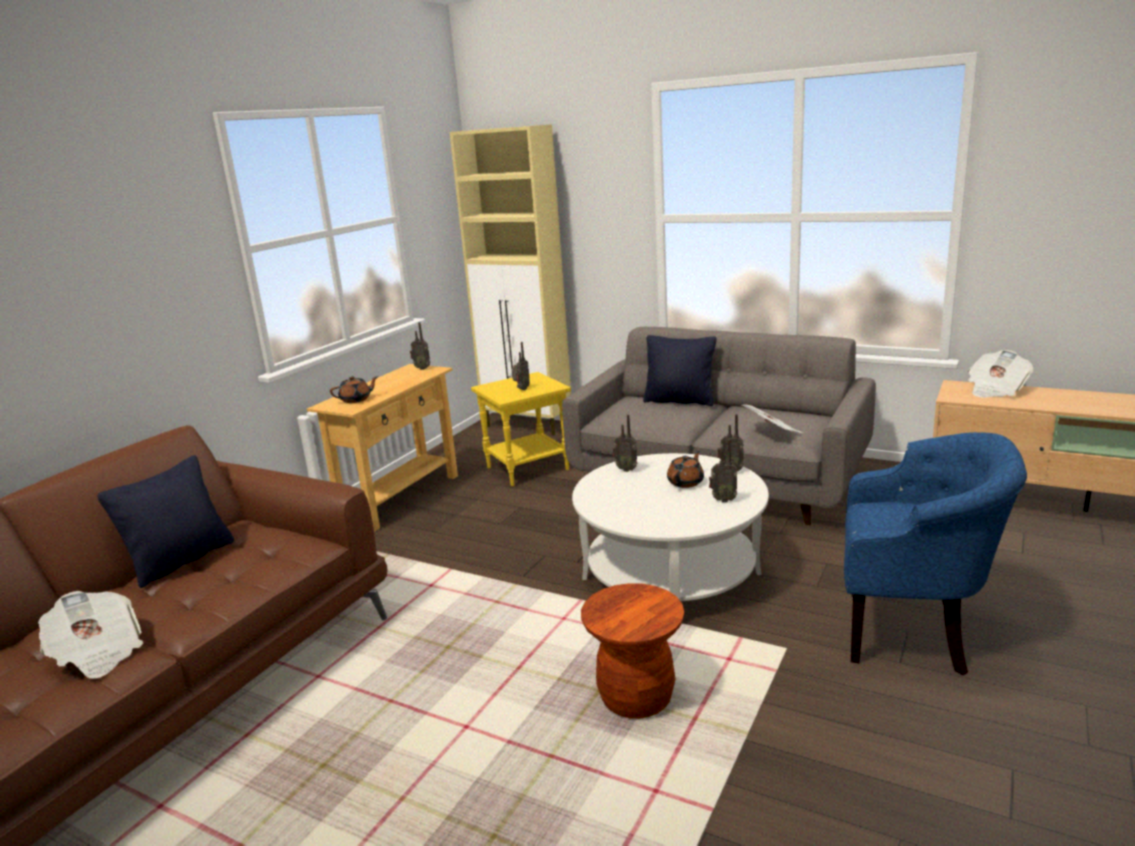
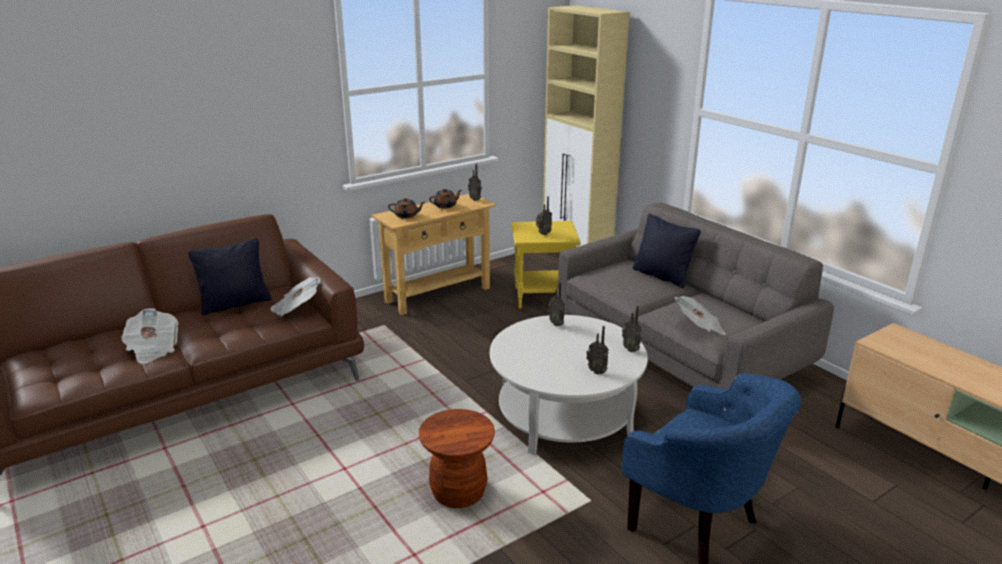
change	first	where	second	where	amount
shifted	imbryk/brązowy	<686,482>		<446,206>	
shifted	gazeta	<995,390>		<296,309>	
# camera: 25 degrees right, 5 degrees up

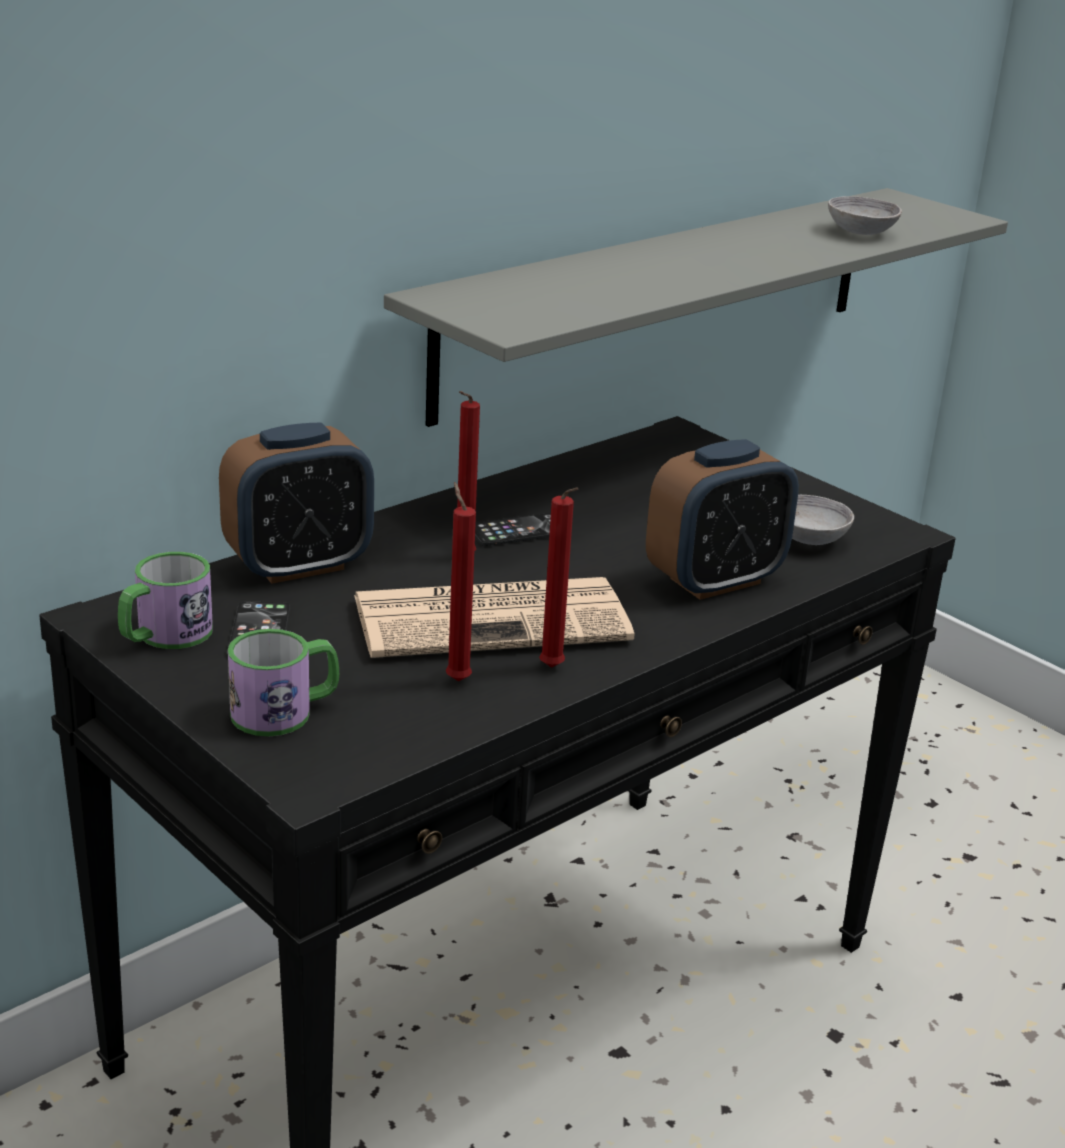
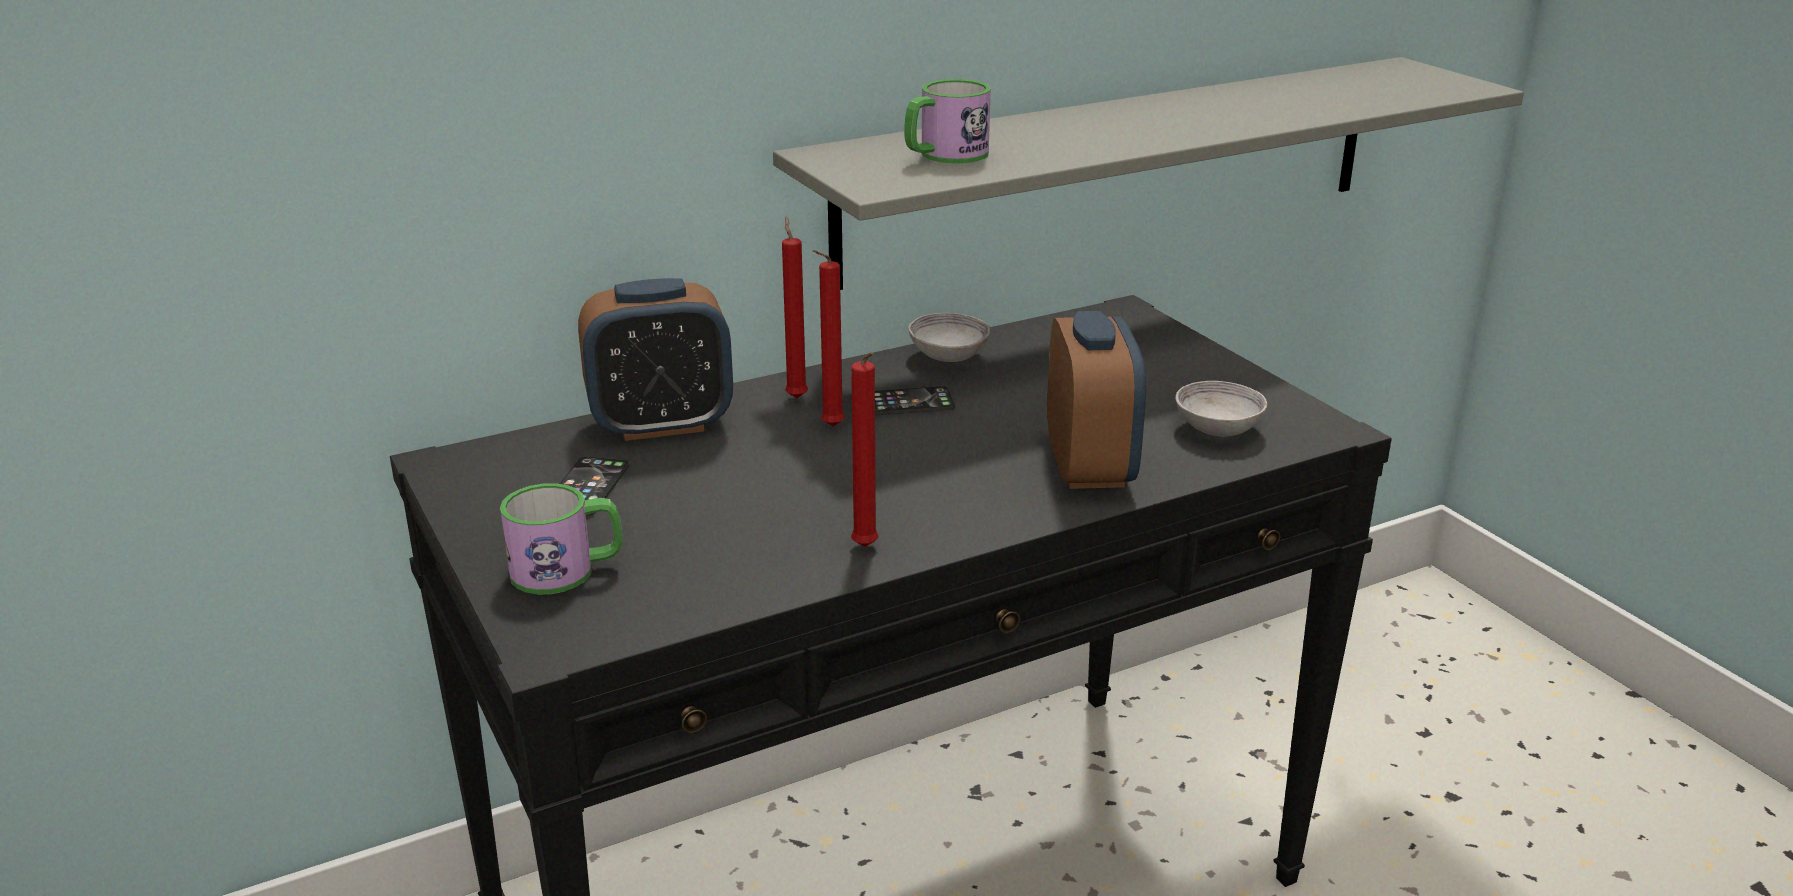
change	first	where	second	where	amount
shifted	kubek	<164,636>		<944,156>	
gone	gazeta	<494,618>			
shifted	świeca/czerwony	<456,679>		<796,396>	
rotated	budzik	<715,581>		<1090,468>	75 degrees counterclockwise
shifted	miska/szary	<861,232>		<949,356>	
# camera: 15 degrees right, 0 degrees up

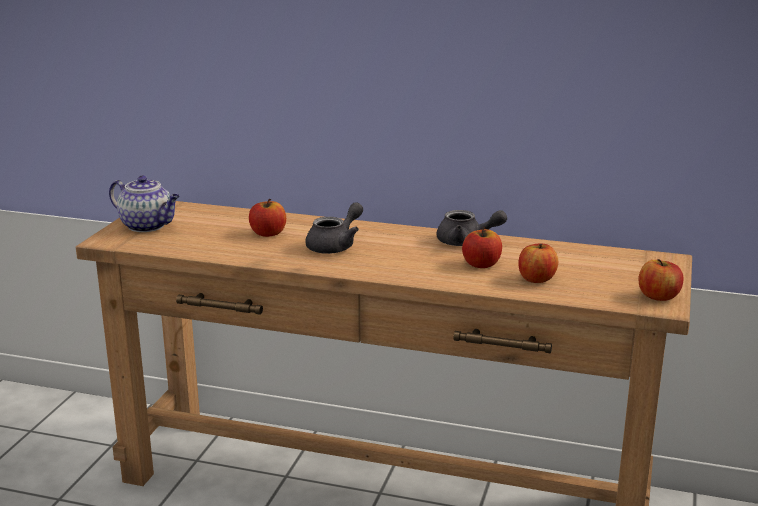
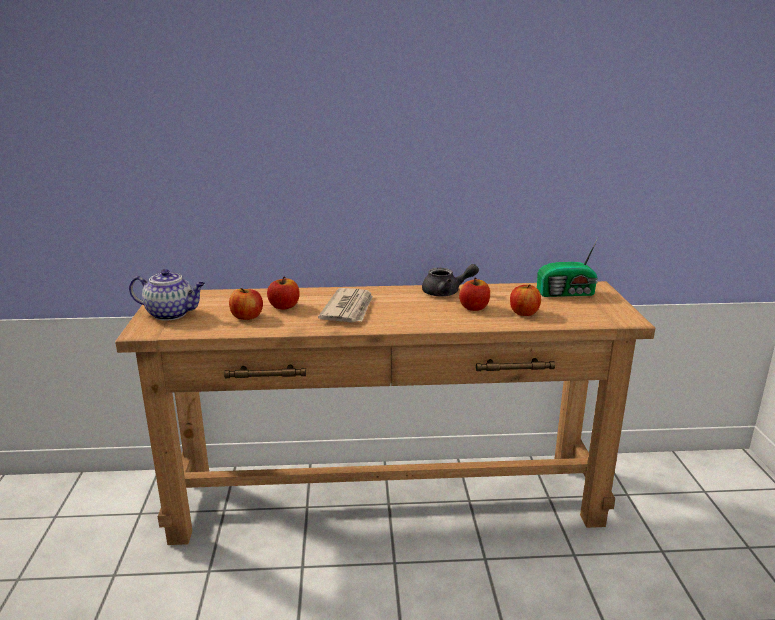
change	first	where	second	where	amount
swapped	imbryk/szary	<335,246>	gazeta	<349,309>	
shifted	jabłko	<658,296>		<247,317>	
new			radio	<567,293>	
# camera: 20 degrees left, 0 degrees up

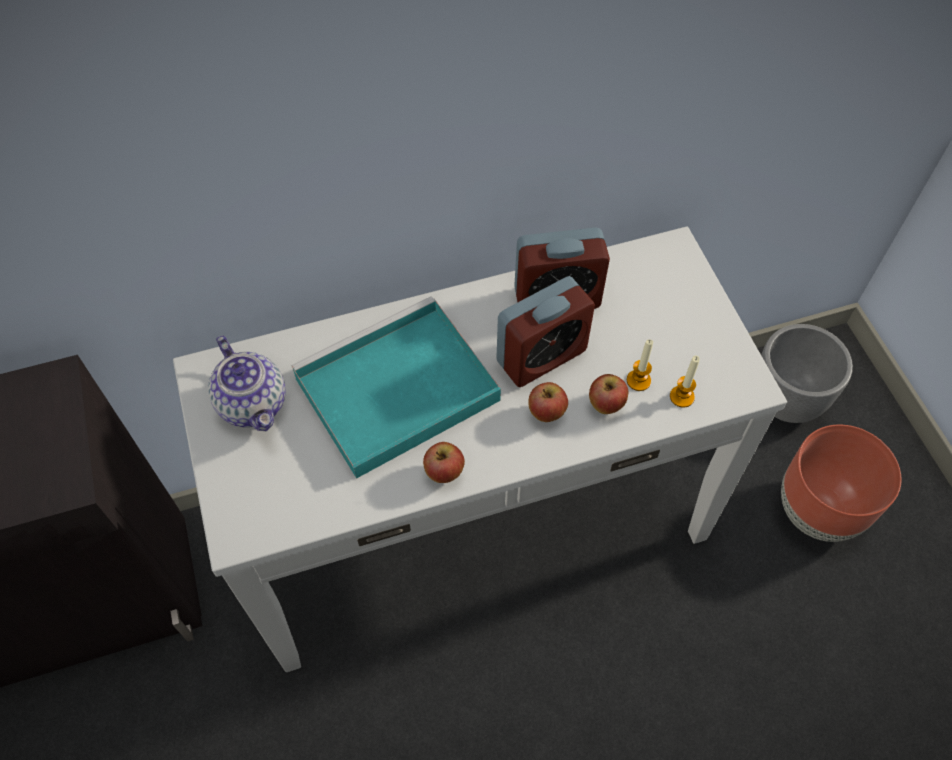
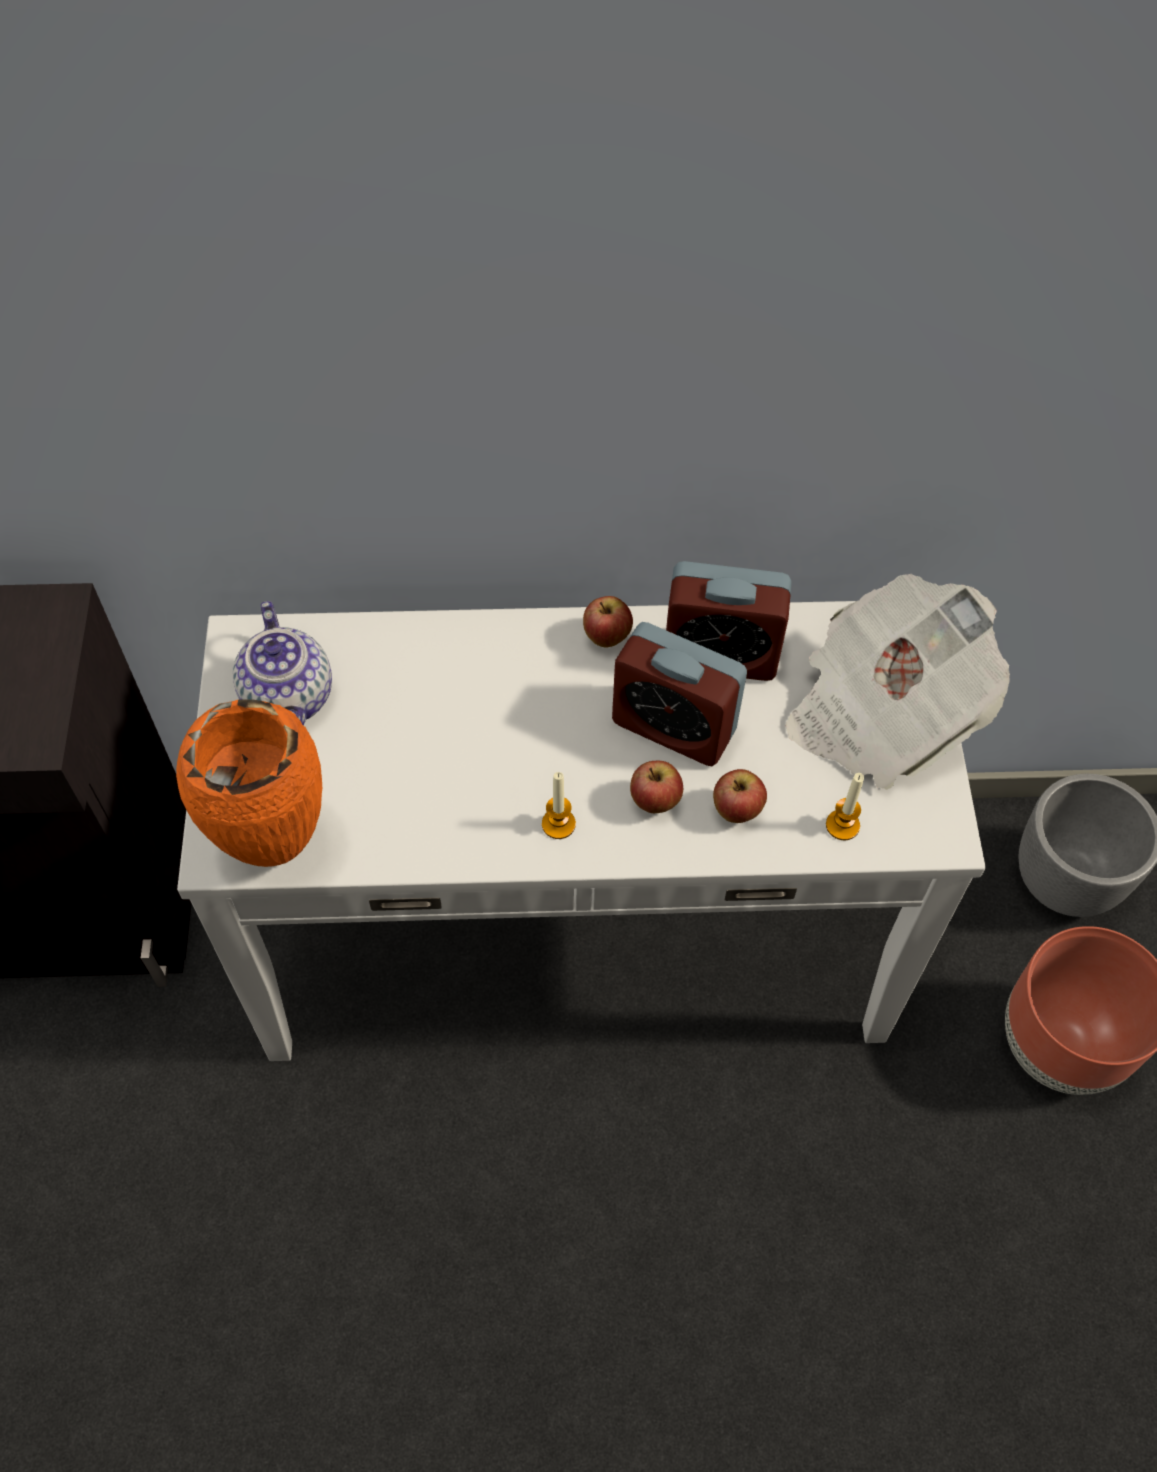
change	first	where	second	where	amount
gone	taca/turkusowy	<394,392>			
shifted	jabłko	<444,473>		<606,638>	
rotated	budzik	<541,356>		<673,726>	45 degrees clockwise
shifted	świeca	<638,380>		<558,824>	
new			wazon/pomarańczowy	<275,845>	
new			gazeta	<882,710>	
# camera: 15 degrees right, 0 degrees up

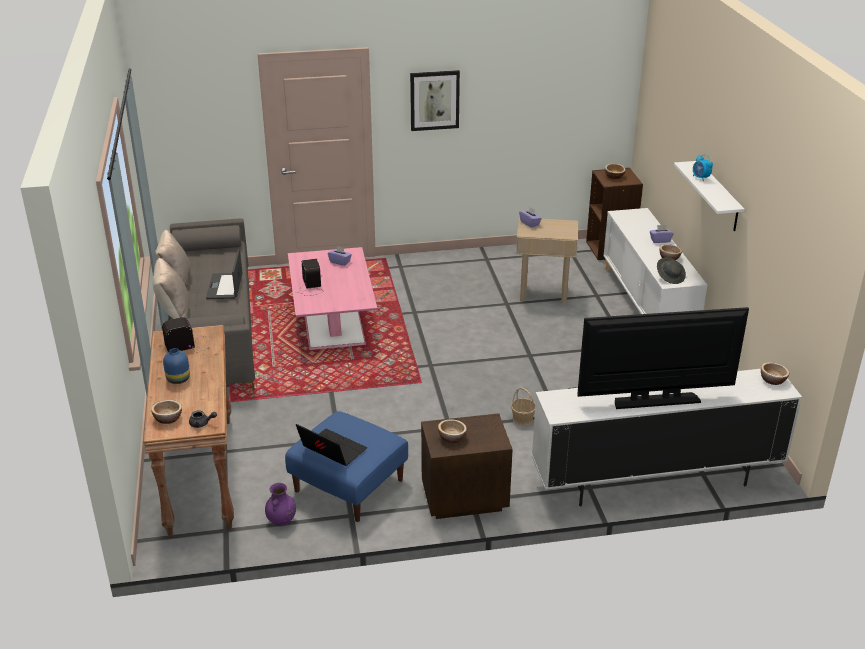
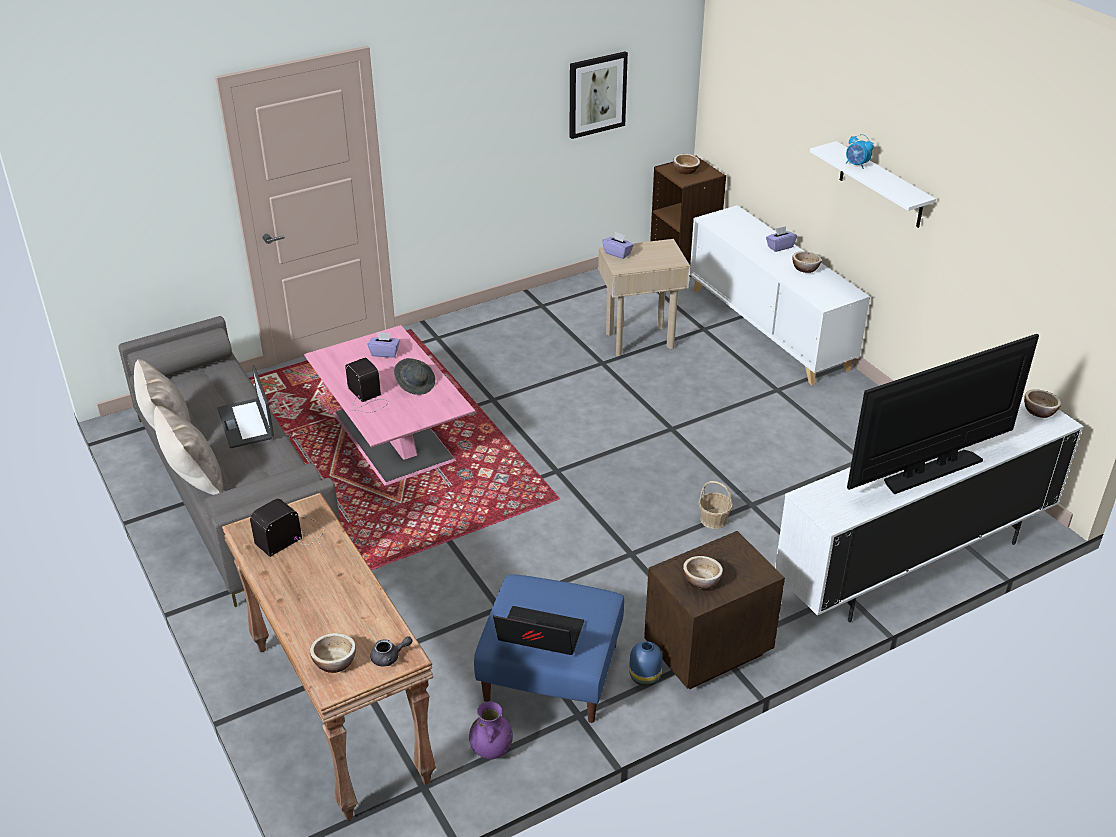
change	first	where	second	where	amount
shifted	wazon/niebieski	<178,379>		<645,677>	
shifted	obraz	<434,100>		<597,94>	
shifted	kapelusz/szary	<670,277>		<415,384>	
# camera: 20 degrees left, 5 degrees up

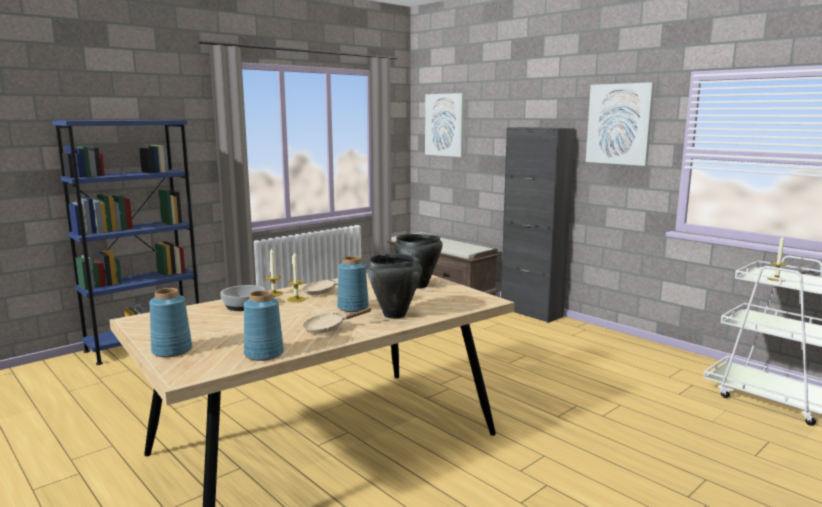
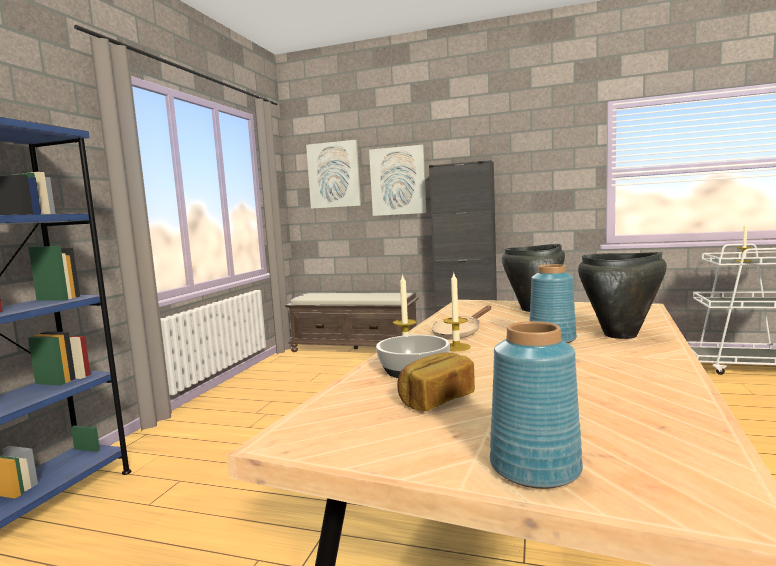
change	first	where	second	where	amount
gone	wazon/niebieski	<263,354>			
gone	patelnia/beżowy	<328,328>			
shifted	obraz	<619,124>		<398,181>	
new			chleb	<436,399>	
# camera: 30 degrees left, 5 degrees down

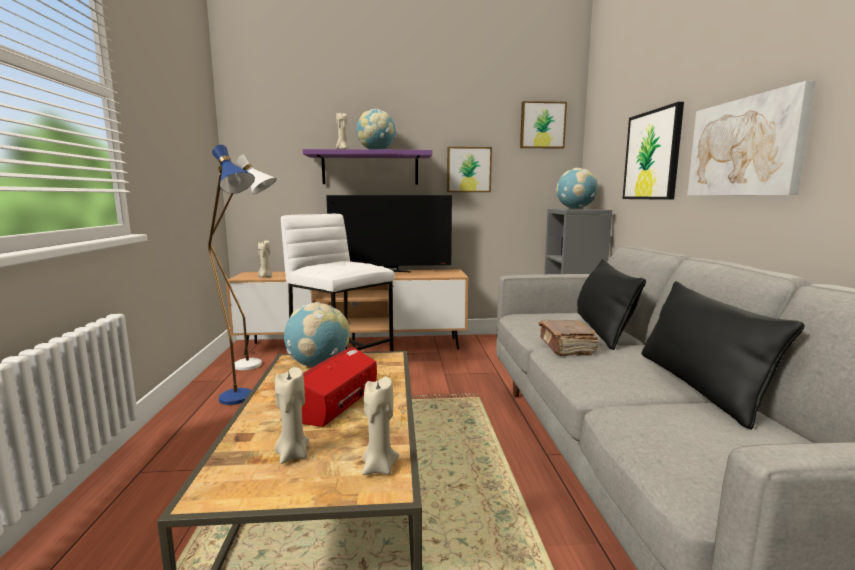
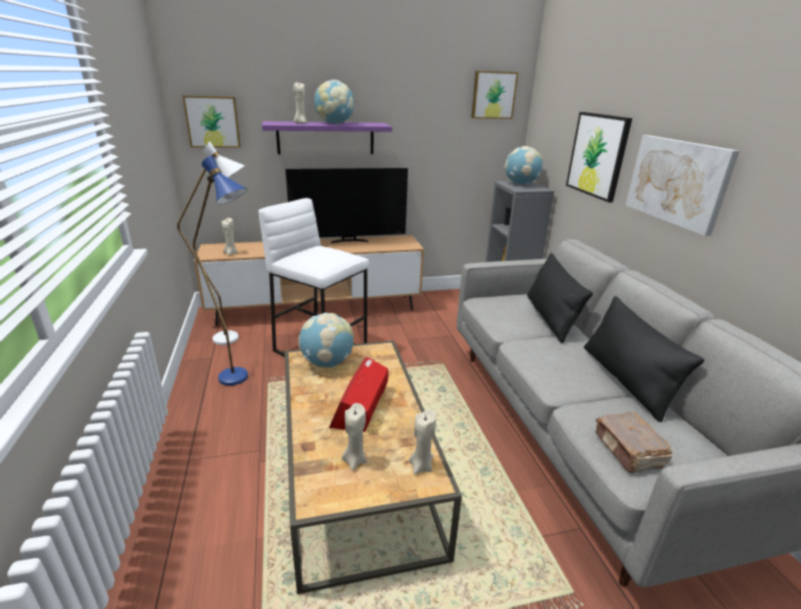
change	first	where	second	where	amount
shifted	obraz	<468,170>		<213,121>	
shifted	książka/brązowy	<566,347>		<628,451>	
# camera: 10 degrees left, 15 degrees up

